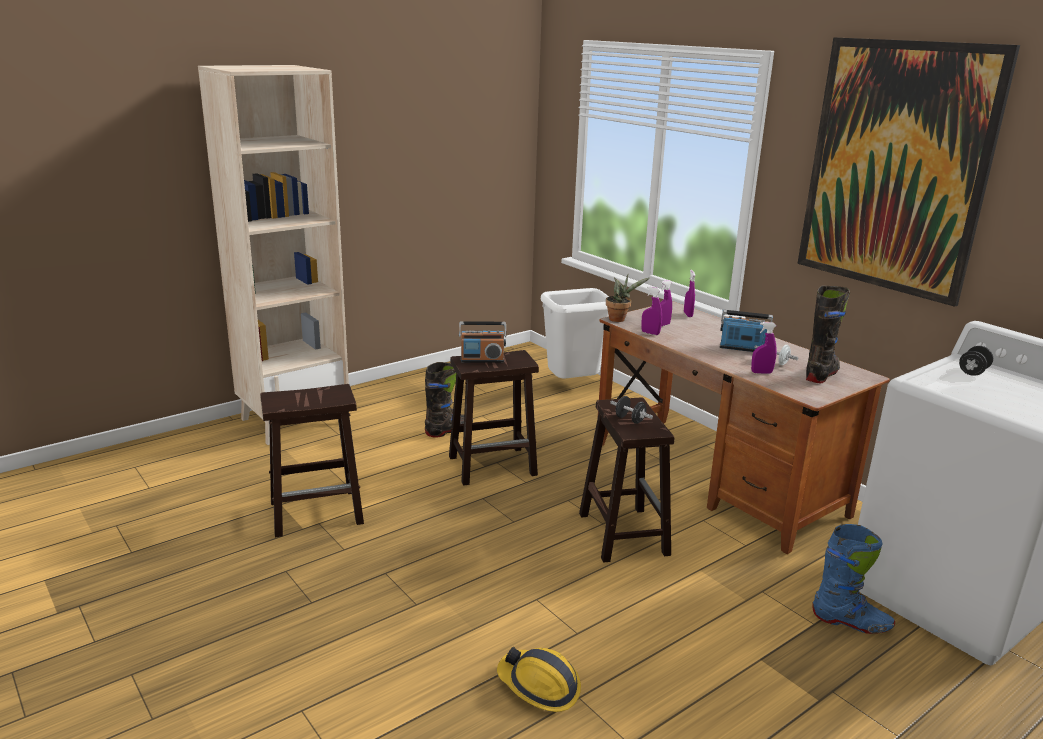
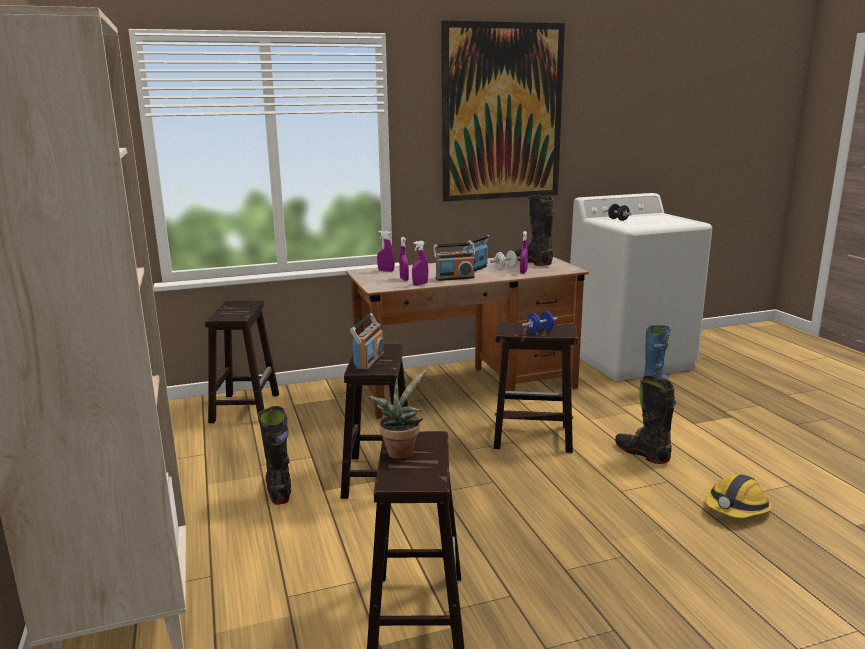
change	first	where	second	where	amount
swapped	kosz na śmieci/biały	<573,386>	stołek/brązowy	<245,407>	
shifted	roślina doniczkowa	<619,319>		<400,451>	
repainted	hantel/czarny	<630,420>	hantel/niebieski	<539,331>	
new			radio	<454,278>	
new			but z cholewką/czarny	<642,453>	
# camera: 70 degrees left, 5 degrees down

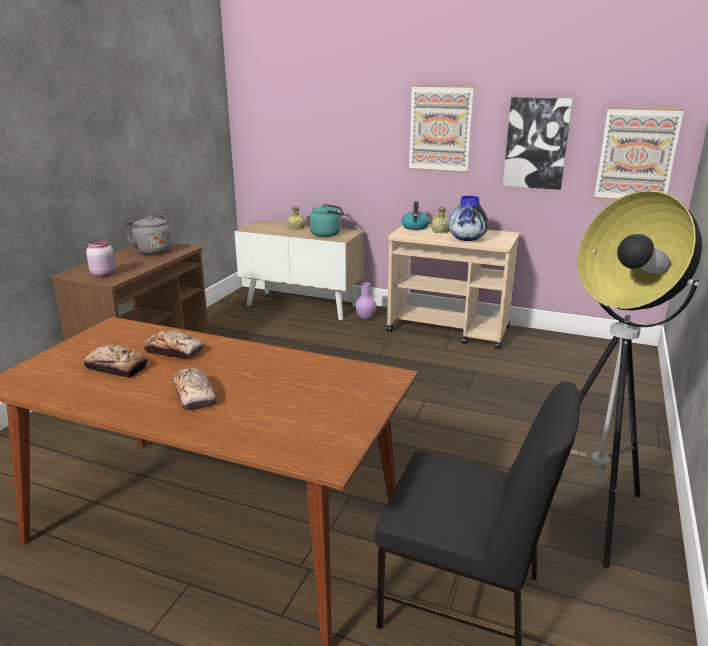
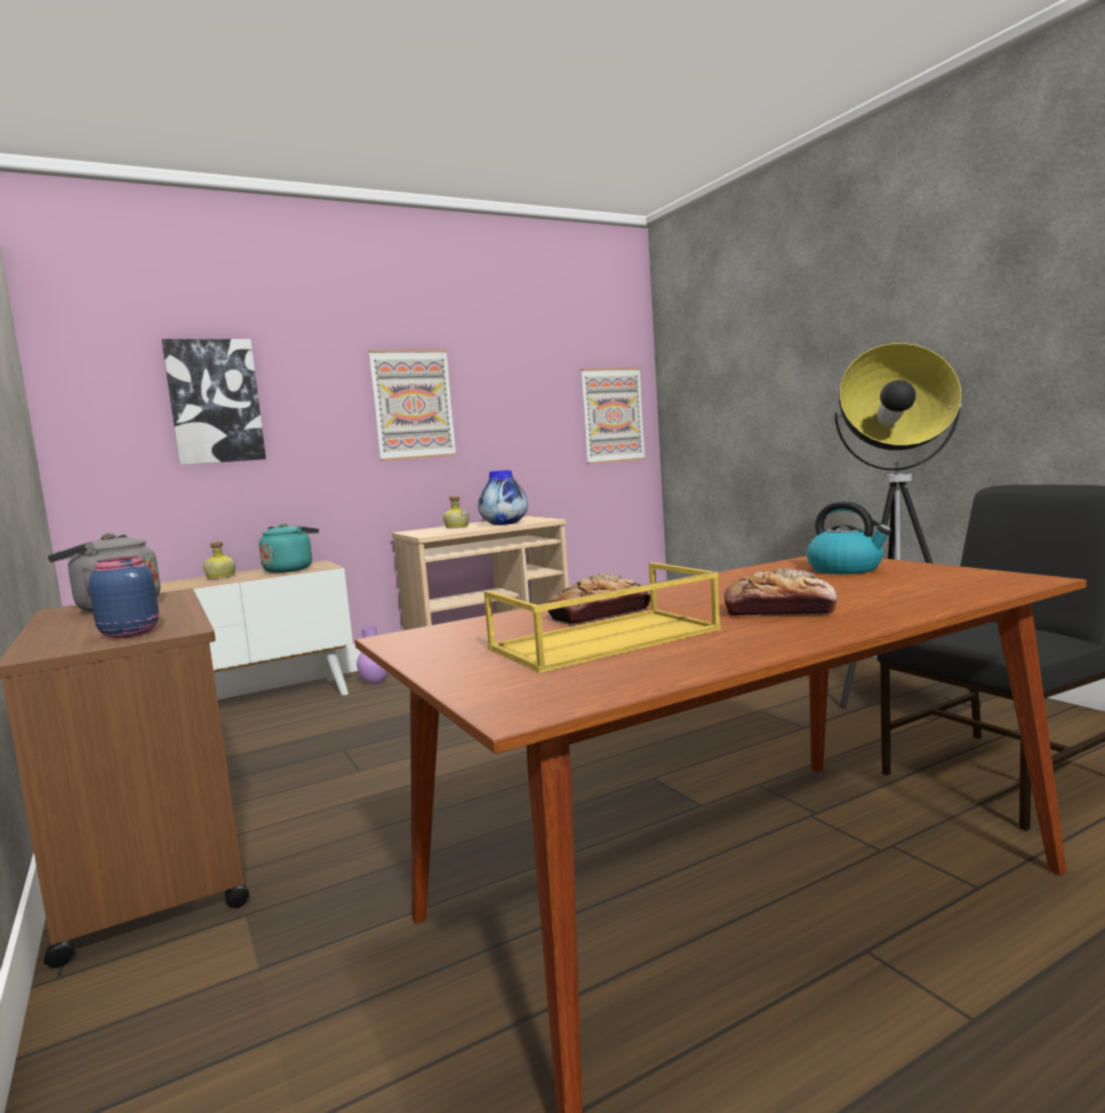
change	first	where	second	where	amount
swapped	chleb	<116,368>	taca/żółty	<604,640>	
repainted	słoik/różowy	<104,274>	słoik/niebieski	<130,633>	
shifted	czajnik	<415,227>		<846,569>	
shifted	obraz	<536,143>		<215,401>	
# camera: 50 degrees left, 15 degrees down

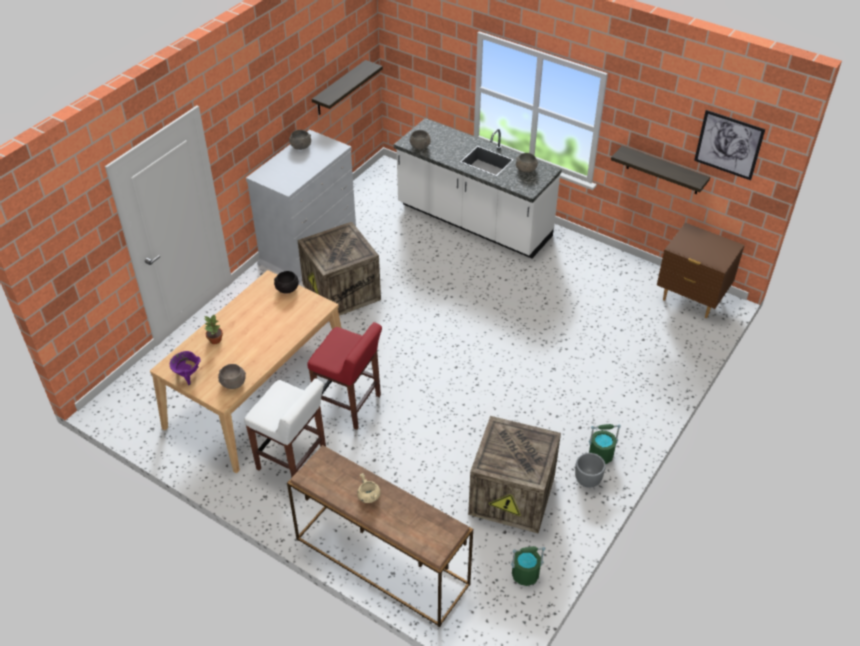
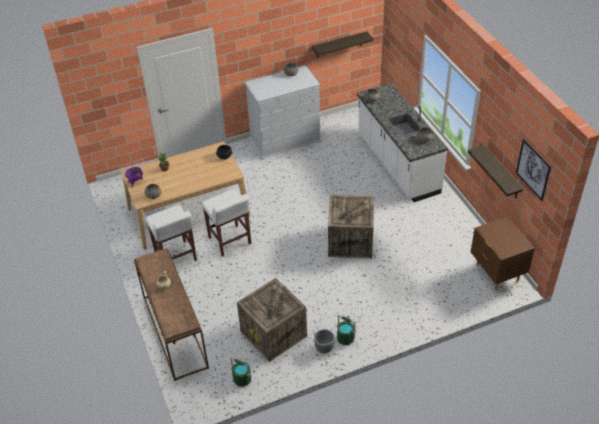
change	first	where	second	where	amount
shifted	skrzynka	<343,292>		<351,242>	
repainted	stołek/czerwony	<349,405>	stołek/biały	<230,241>	
# camera: 35 degrees right, 0 degrees up

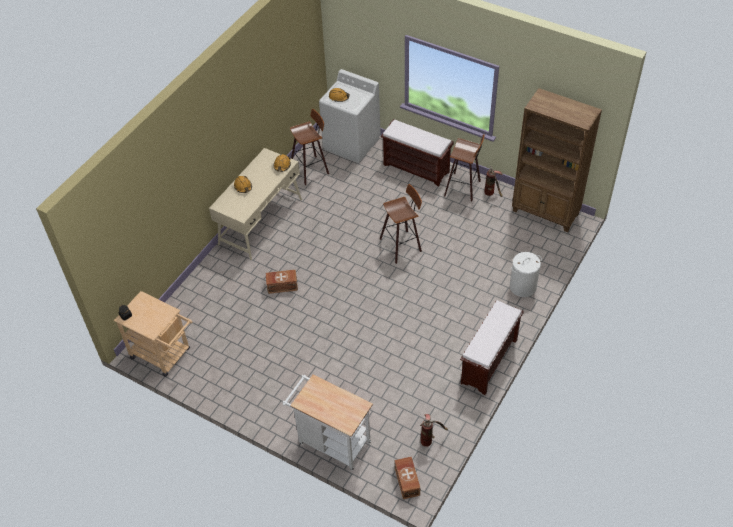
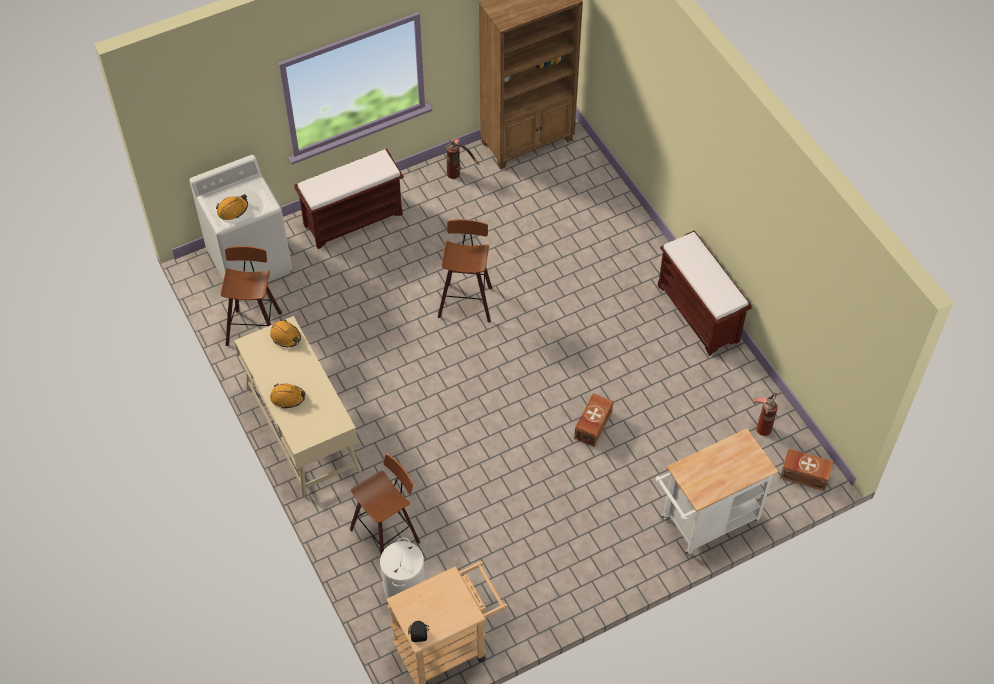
change	first	where	second	where	amount
shifted	pojemnik do przechowywania/brązowy	<281,286>		<592,426>	
shifted	stołek	<464,187>		<387,535>	
shifted	kosz na pranie/biały	<523,287>		<404,587>	
# camera: 60 degrees left, 5 degrees up

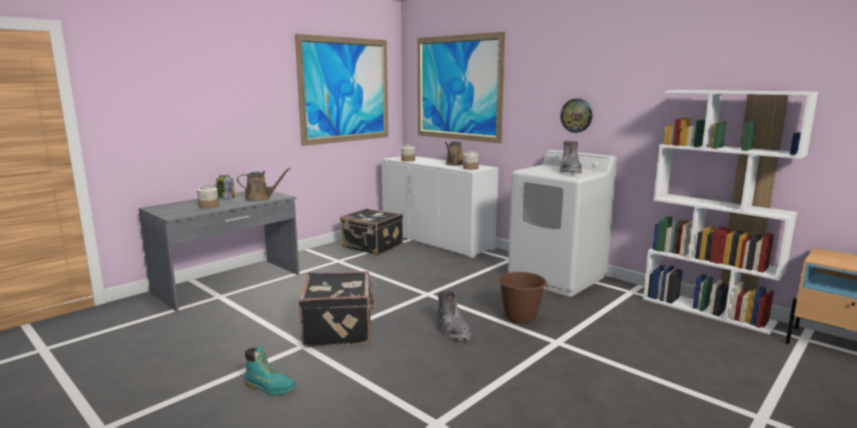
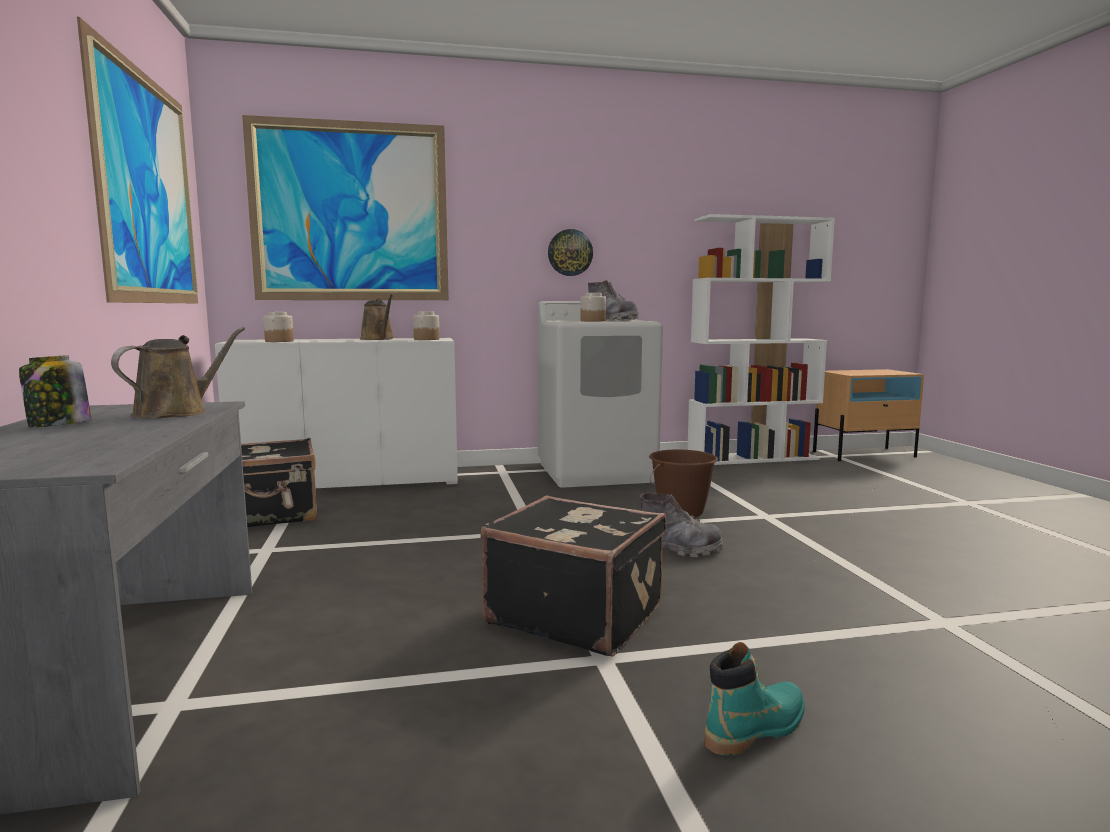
change	first	where	second	where	amount
shifted	słoik	<209,206>		<593,321>	
# camera: 55 degrees left, 5 degrees down

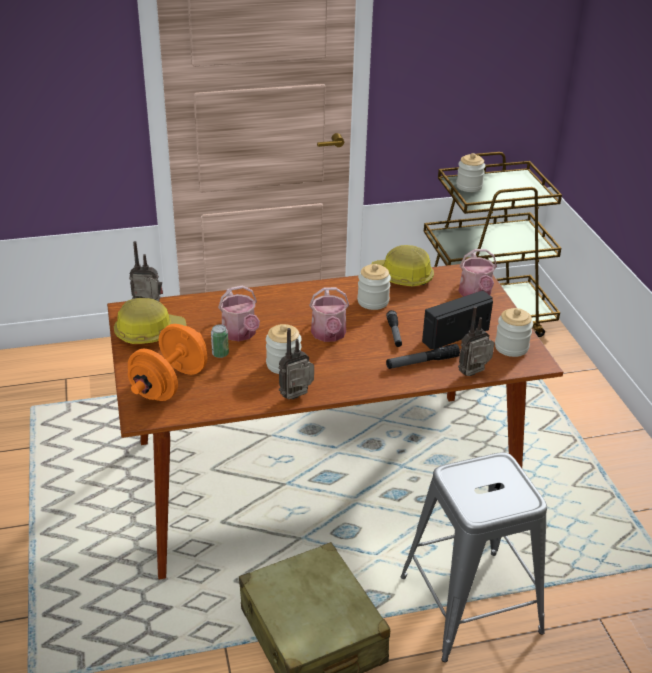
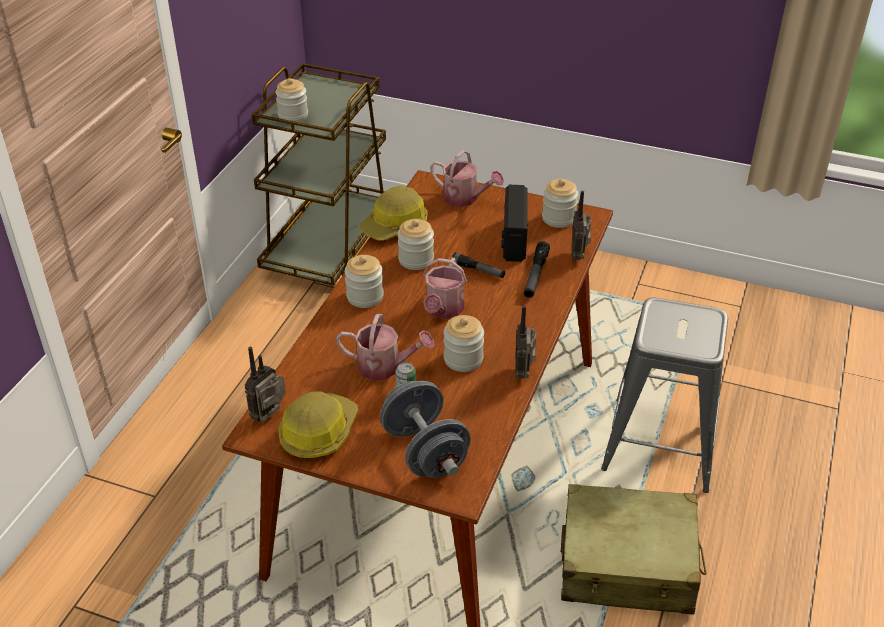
change	first	where	second	where	amount
repainted	hantel/pomarańczowy	<170,384>	hantel/szary	<425,451>	
rotated	konewka	<329,335>		<443,310>	75 degrees clockwise
new			słoik	<365,297>	
# camera: 55 degrees left, 5 degrees up

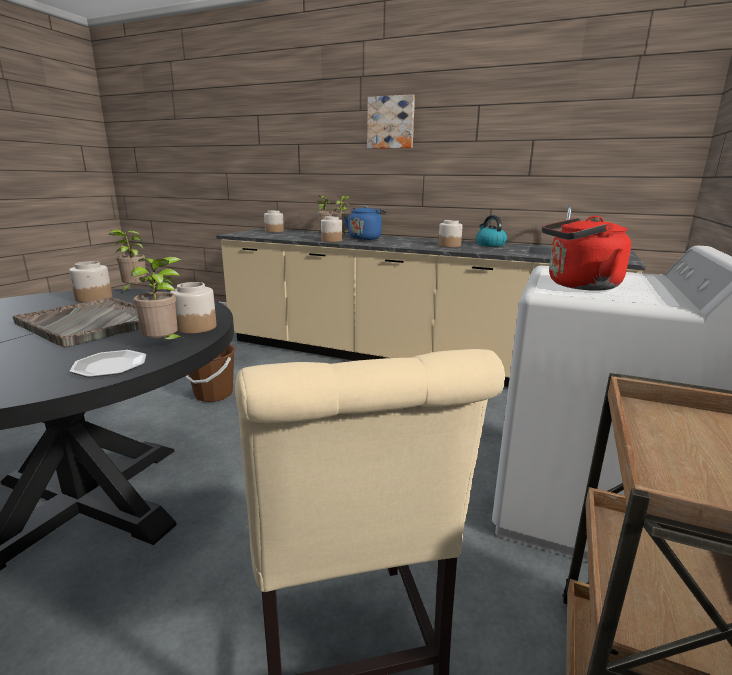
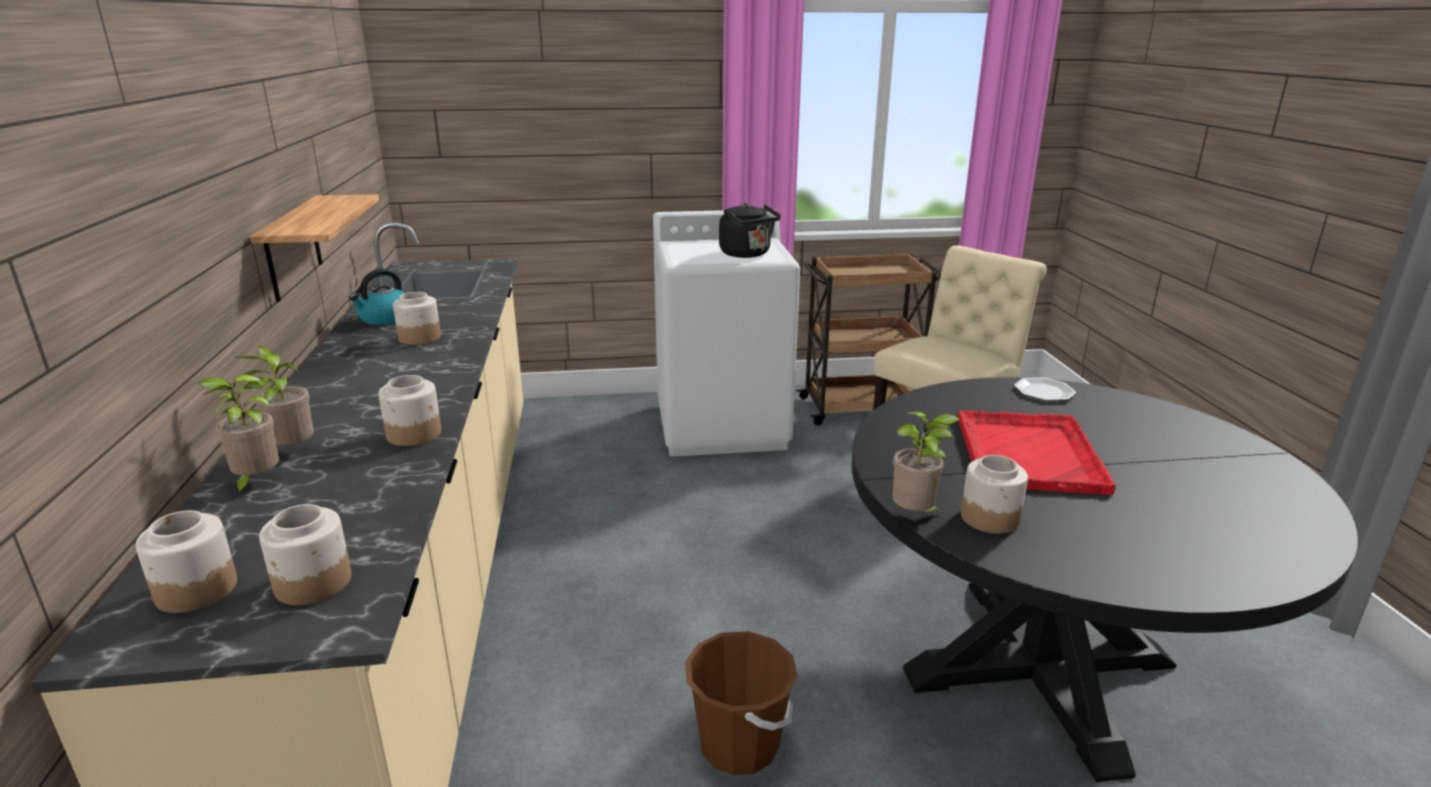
change	first	where	second	where	amount
repainted	taca/szary	<91,323>	taca/czerwony	<1028,453>	
gone	roślina doniczkowa	<164,345>			
shifted	słoik	<195,327>		<313,583>	
gone	czajnik/niebieski	<365,238>			
gone	obraz	<391,122>			
repainted	czajnik/czerwony	<578,286>	czajnik/czarny	<747,254>	
new			półka	<293,248>	
# camera: 120 degrees left, 5 degrees up

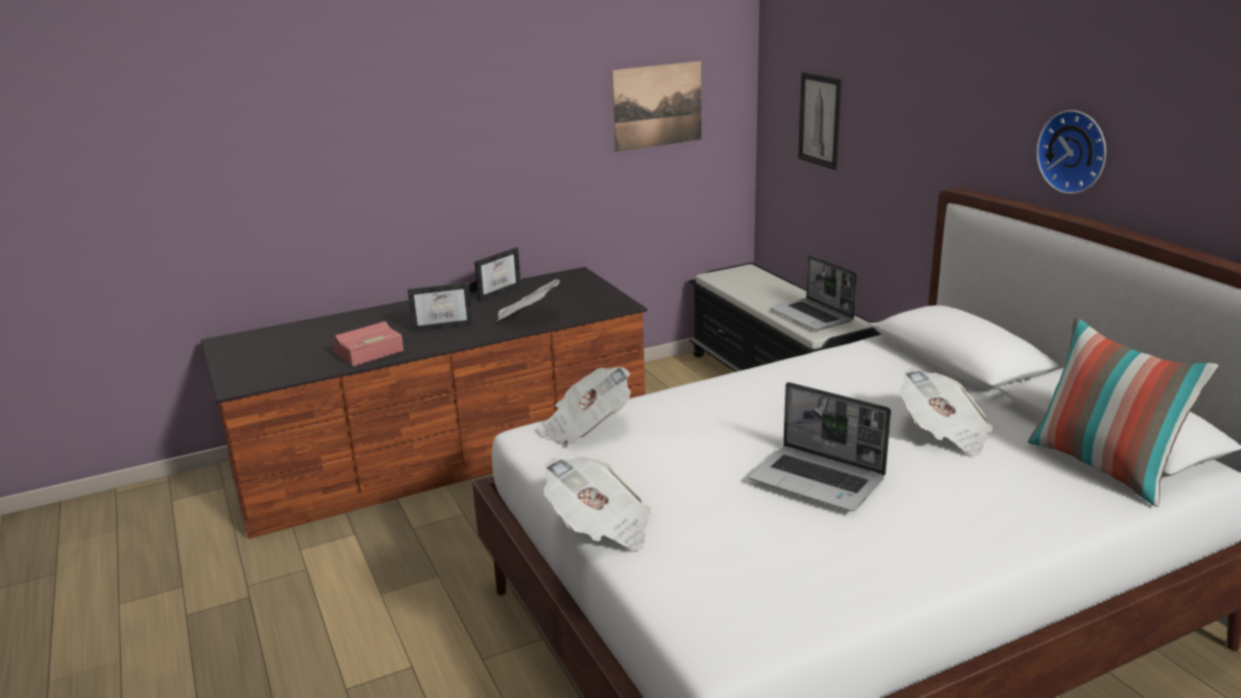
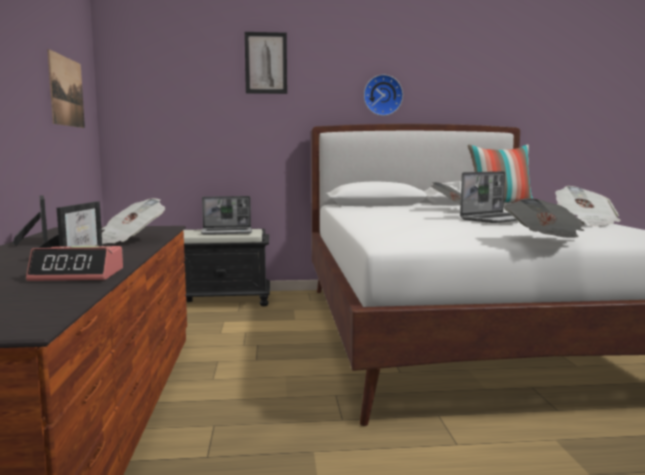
change	first	where	second	where	amount
rotated	budzik	<368,352>		<78,275>	75 degrees counterclockwise
shifted	gazeta	<585,427>		<585,222>	
shifted	obraz	<819,120>		<266,63>	
# camera: 70 degrees left, 15 degrees down

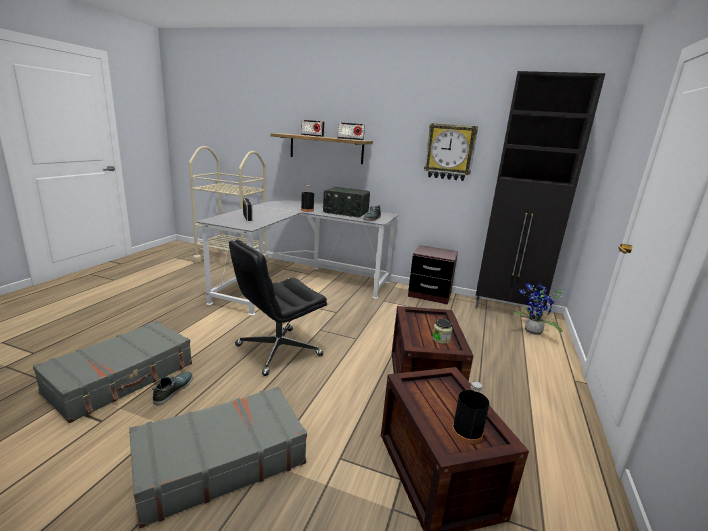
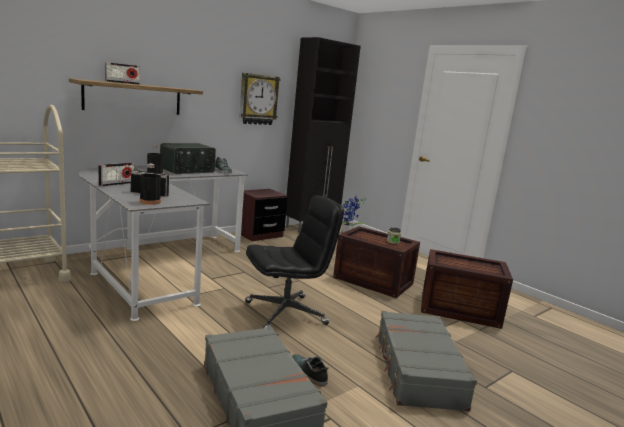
change	first	where	second	where	amount
rotated	krzesło biurowe/czarny	<277,351>		<286,313>	105 degrees counterclockwise
shifted	radio	<350,139>		<116,184>	
shifted	butelka/czarny	<467,433>		<150,202>	
# camera: 60 degrees left, 5 degrees down

